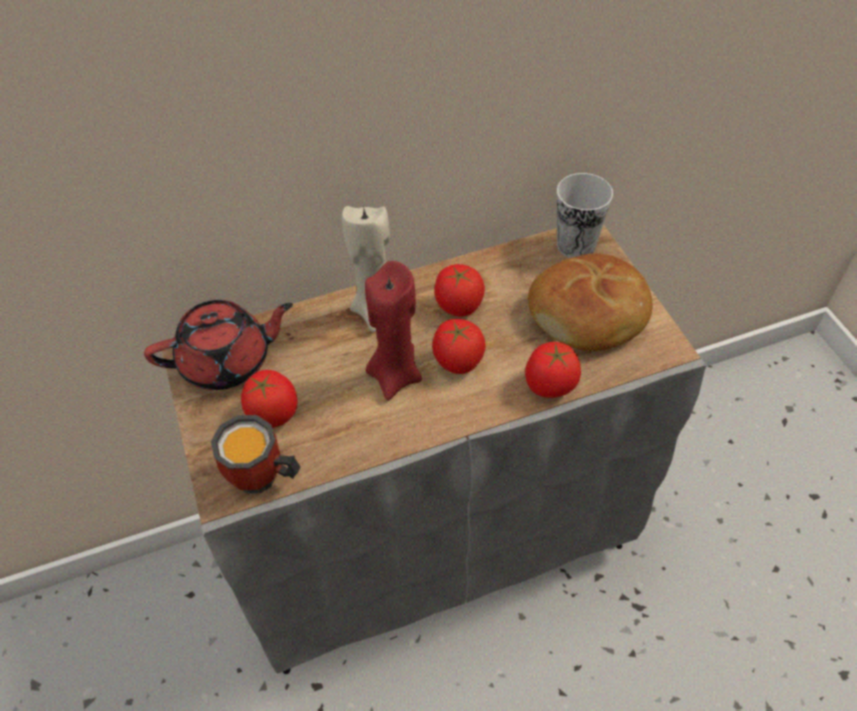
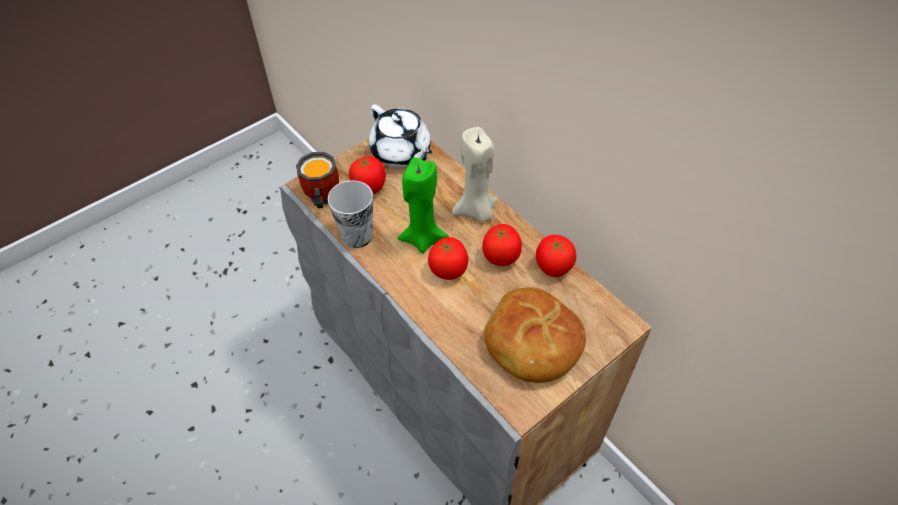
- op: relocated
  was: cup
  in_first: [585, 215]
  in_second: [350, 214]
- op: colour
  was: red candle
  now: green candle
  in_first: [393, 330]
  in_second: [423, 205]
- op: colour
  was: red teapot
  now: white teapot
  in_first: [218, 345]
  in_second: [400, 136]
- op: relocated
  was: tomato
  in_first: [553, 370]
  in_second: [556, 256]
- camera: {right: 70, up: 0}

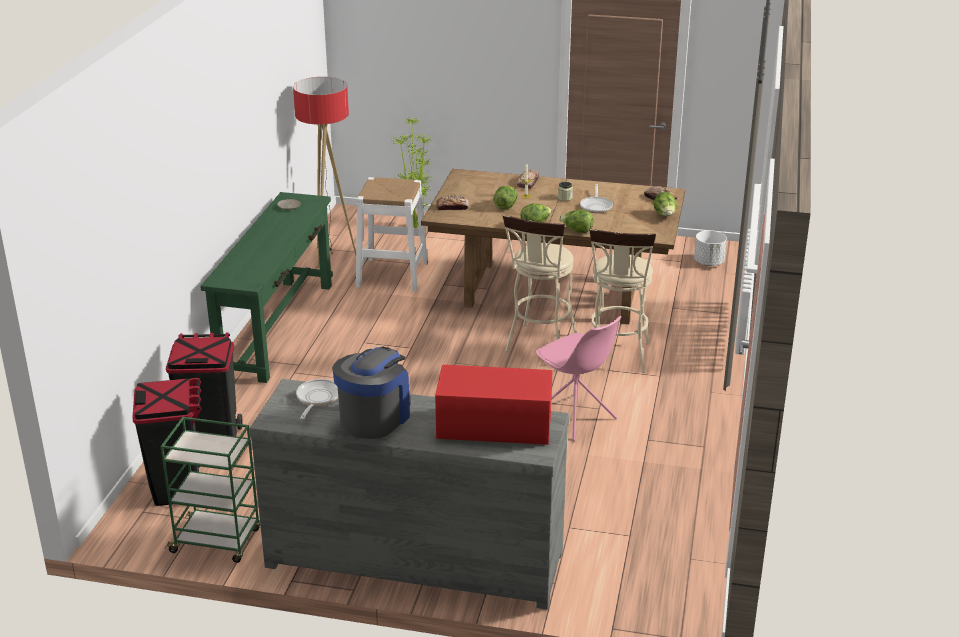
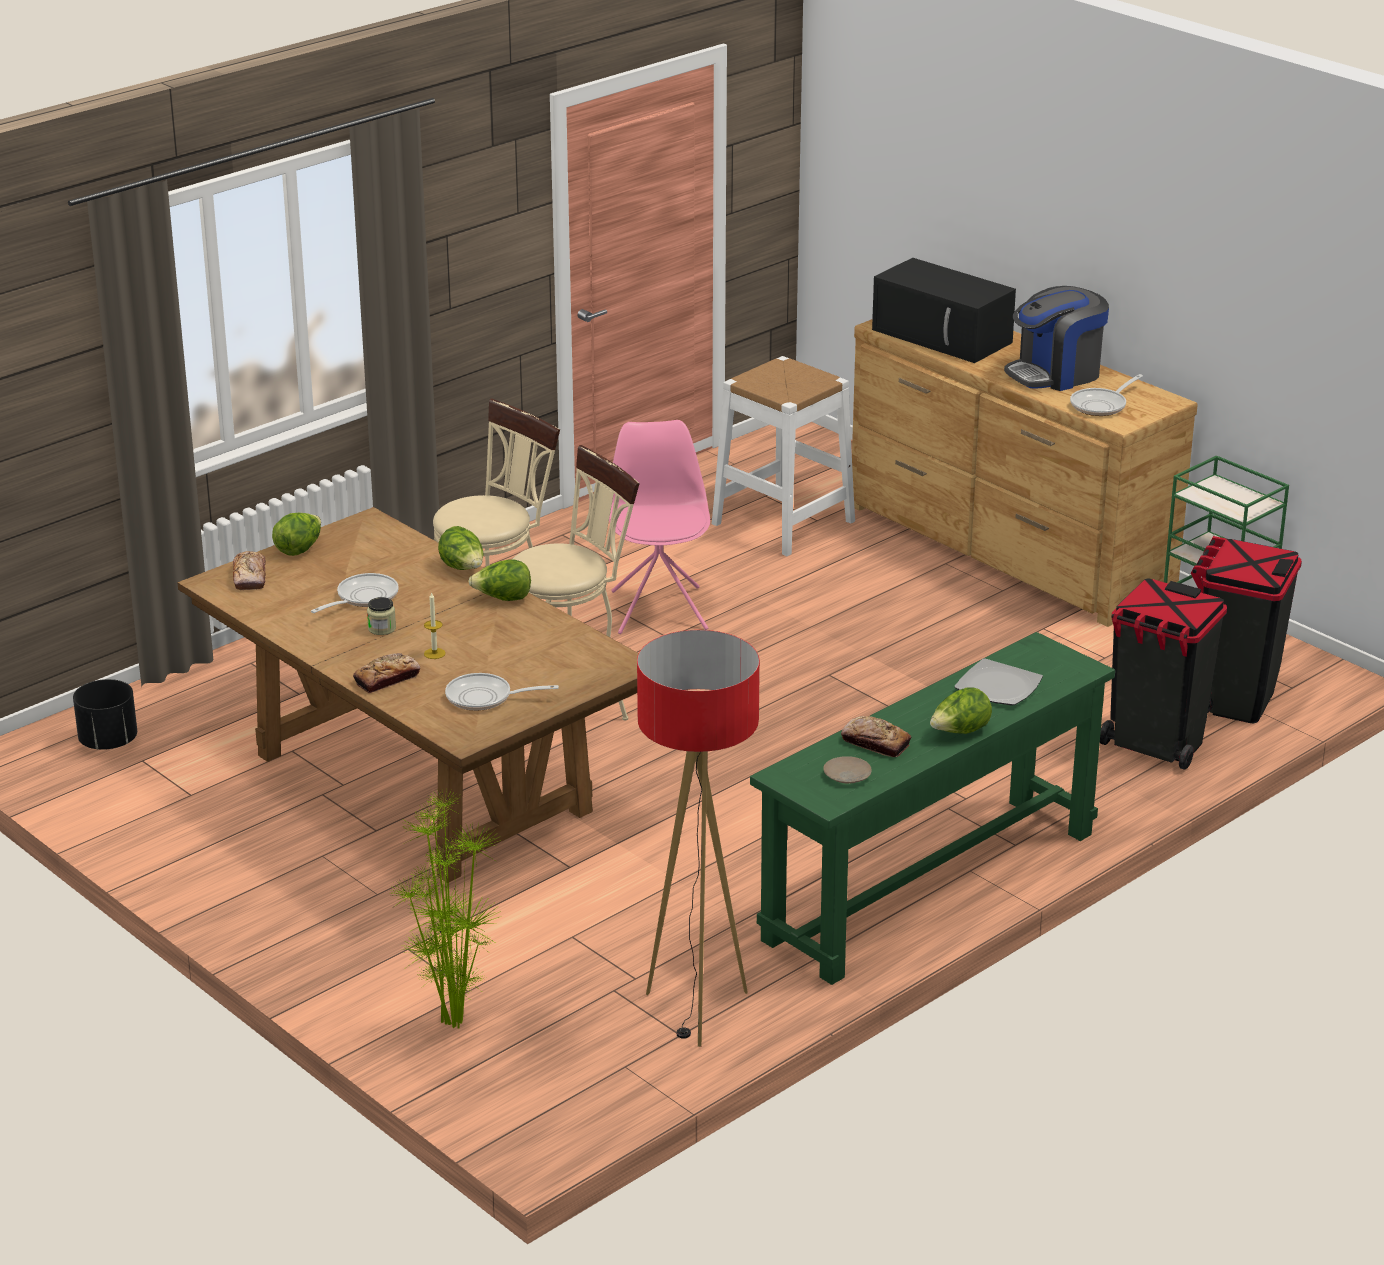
- op: relocated
  was: white stool
  in_first: [392, 234]
  in_second: [783, 456]
- op: relocated
  was: lettuce
  in_first: [505, 198]
  in_second: [961, 710]
- op: relocated
  was: bread
  in_first: [452, 202]
  in_second: [876, 736]
- op: colour
  was: white planter
  now: black planter
  in_first: [710, 248]
  in_second: [105, 714]
- op: colour
  was: red microwave
  now: black microwave
  in_first: [494, 405]
  in_second: [944, 310]
- op: colour
  was: grey dresser
  now: brown dresser
  in_first: [409, 494]
  in_second: [1025, 473]
- op: appeared
  now: plate
  in_second: [998, 682]
- op: appeared
  now: frying pan
  in_second: [502, 692]
- camera: {right: -145, up: 0}

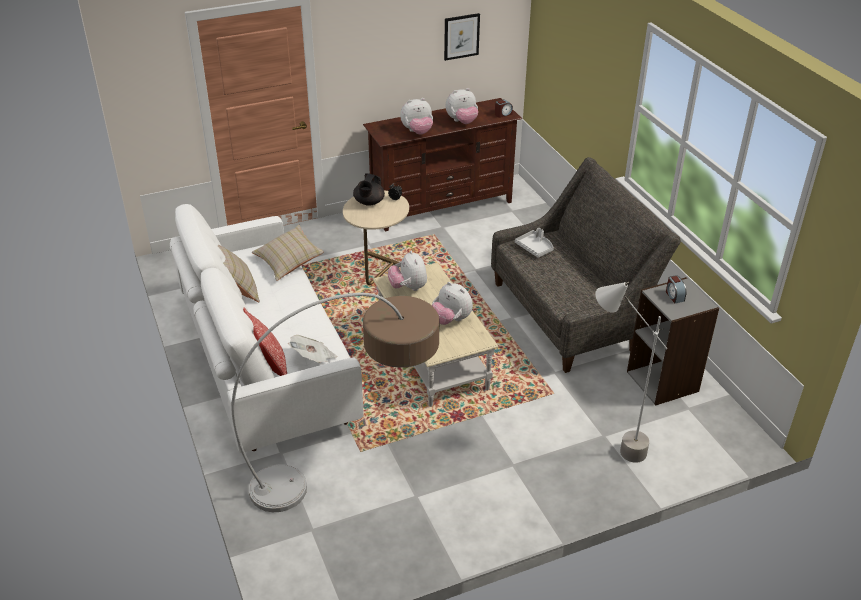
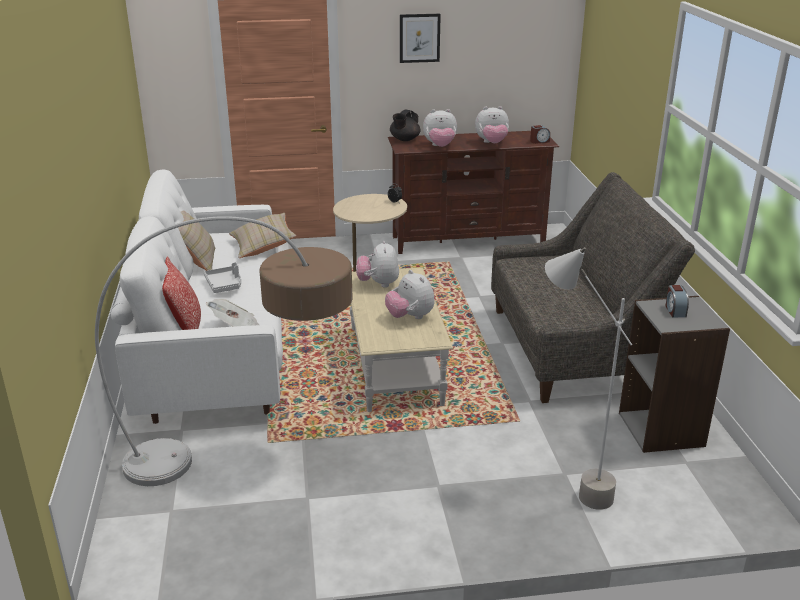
- op: relocated
  was: picture
  in_first: [462, 37]
  in_second: [420, 38]
- op: relocated
  was: black teapot
  in_first: [369, 189]
  in_second: [405, 125]
- op: relocated
  was: grey tray
  in_first: [534, 243]
  in_second: [222, 277]
- camera: {right: 15, up: -10}

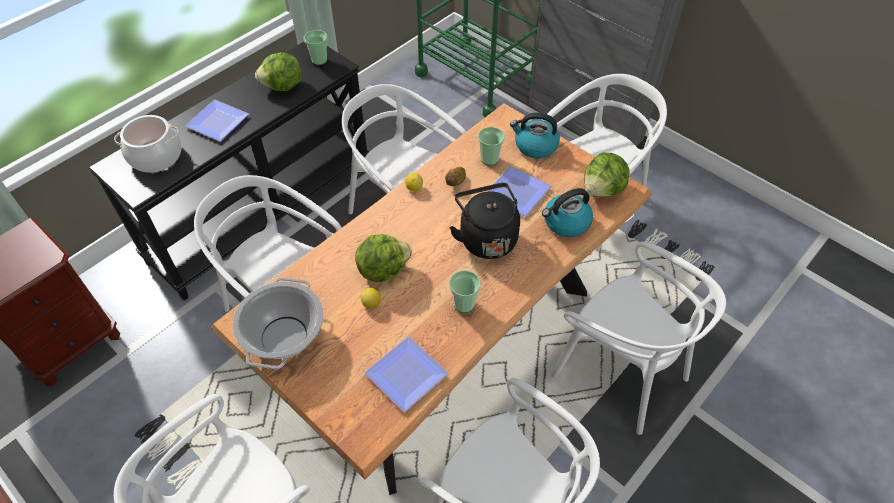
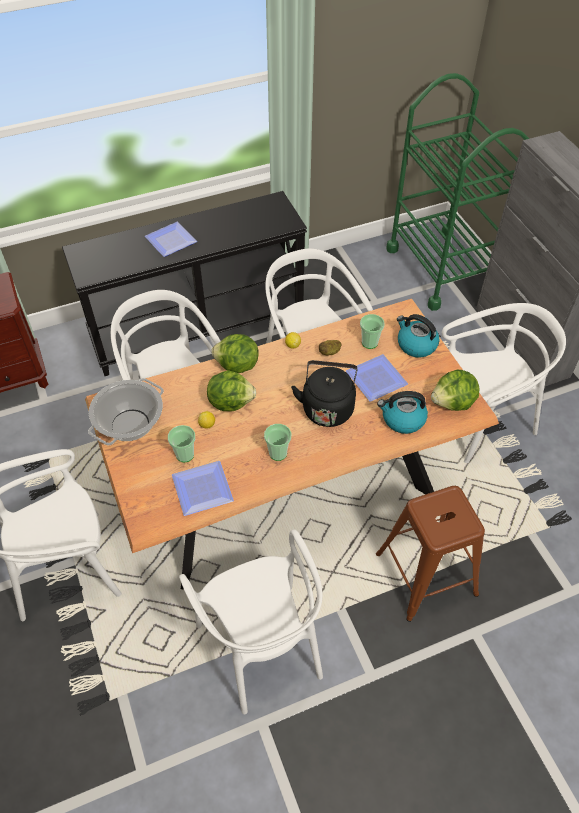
- op: relocated
  was: cup
  in_first: [315, 47]
  in_second: [181, 443]
- op: relocated
  was: lettuce
  in_first: [278, 71]
  in_second: [234, 353]
- op: missing
  was: cooking pot
  in_first: [148, 144]
- op: exchanged
  was: white chair
  now: brown stool
  in_first: [638, 338]
  in_second: [430, 554]
- camera: {right: 25, up: 0}

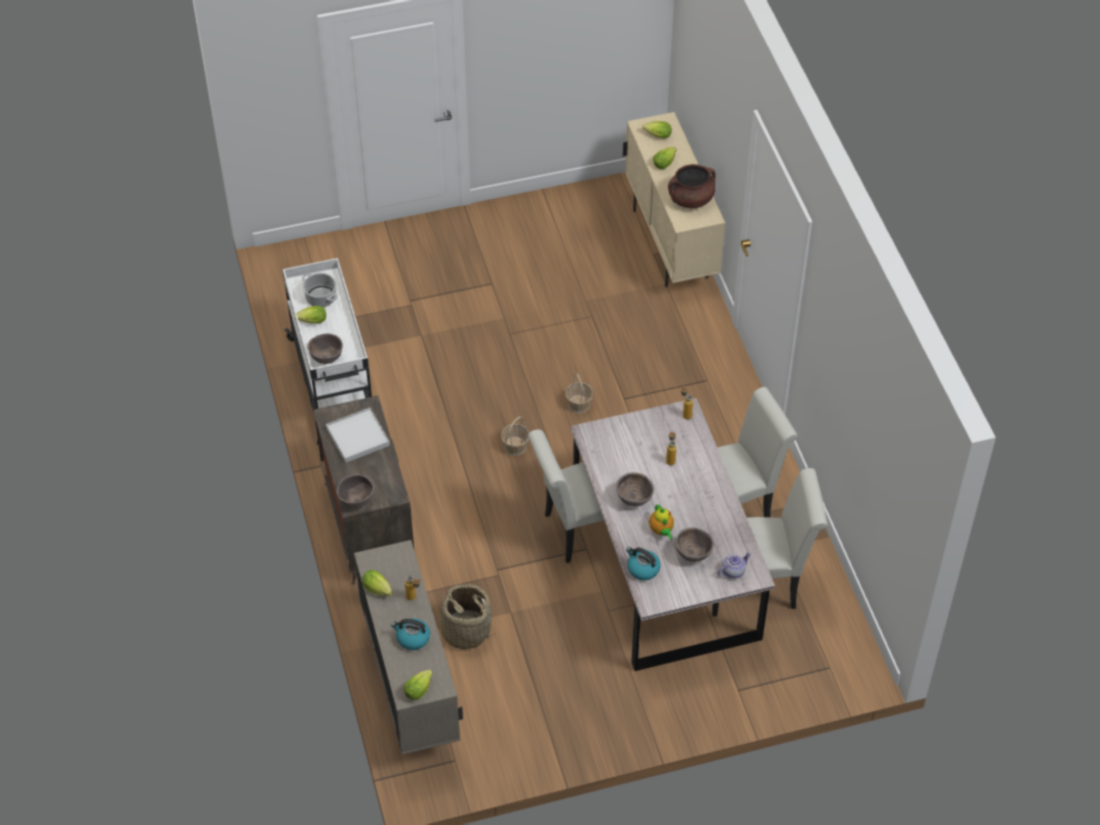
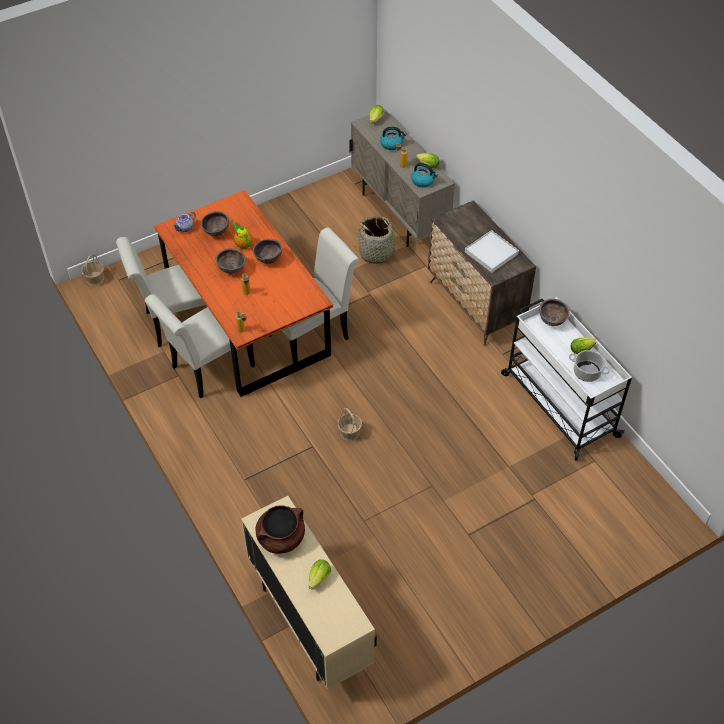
- op: missing
  was: lettuce
  in_first: [657, 130]
- op: colour
  was: grey dining table
  now: orange dining table
  in_first: [673, 534]
  in_second: [243, 293]
- op: relocated
  was: basket
  in_first: [515, 436]
  in_second: [92, 270]
- op: relocated
  was: brown bowl
  in_first: [355, 491]
  in_second: [231, 261]
- op: relocated
  was: kettle
  in_first: [643, 563]
  in_second: [424, 175]
- camera: {right: 165, up: 0}

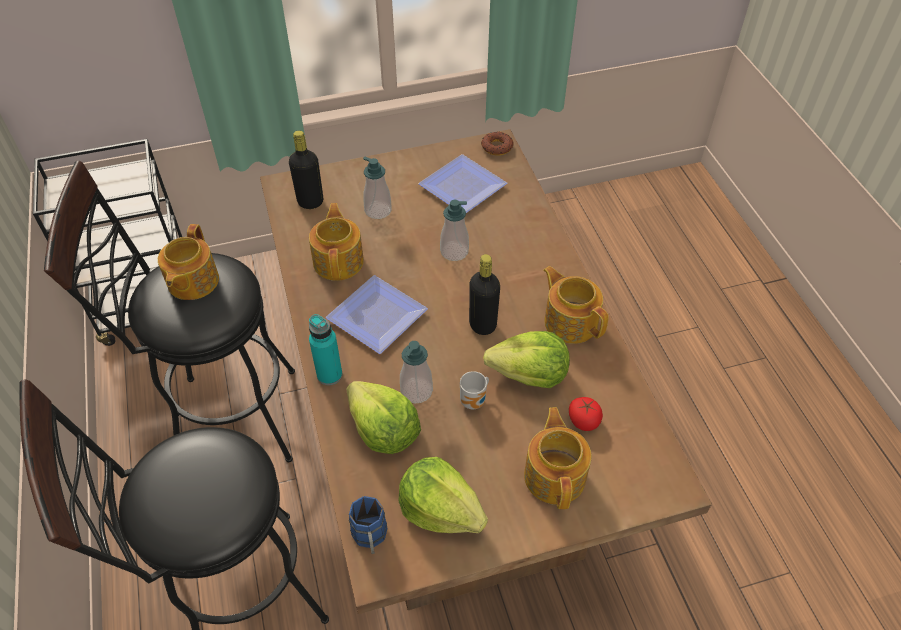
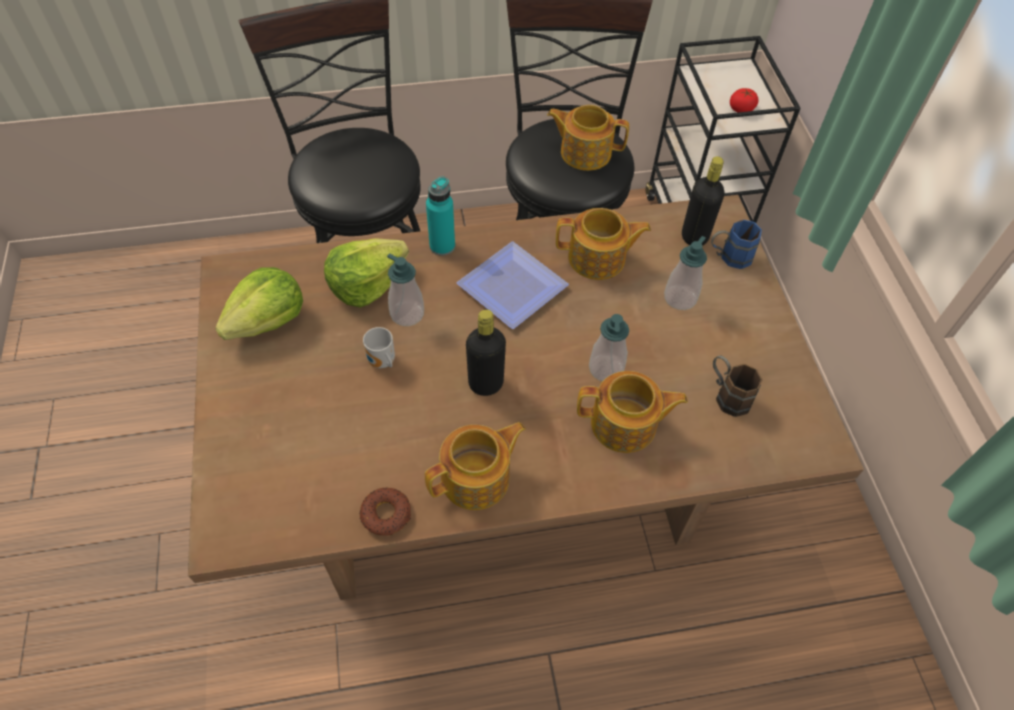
- op: relocated
  was: donut
  in_first: [497, 143]
  in_second: [385, 511]
- op: exchanged
  was: plate
  now: brown mug
  in_first: [462, 183]
  in_second: [737, 386]
- op: missing
  was: lettuce
  in_first: [526, 359]
- op: relocated
  was: tomato
  in_first: [586, 414]
  in_second: [744, 100]
- op: relocated
  was: teapot
  in_first: [557, 458]
  in_second: [632, 412]
- op: relocated
  was: blue mug
  in_first: [368, 525]
  in_second: [736, 244]
- camera: {right: 95, up: 5}

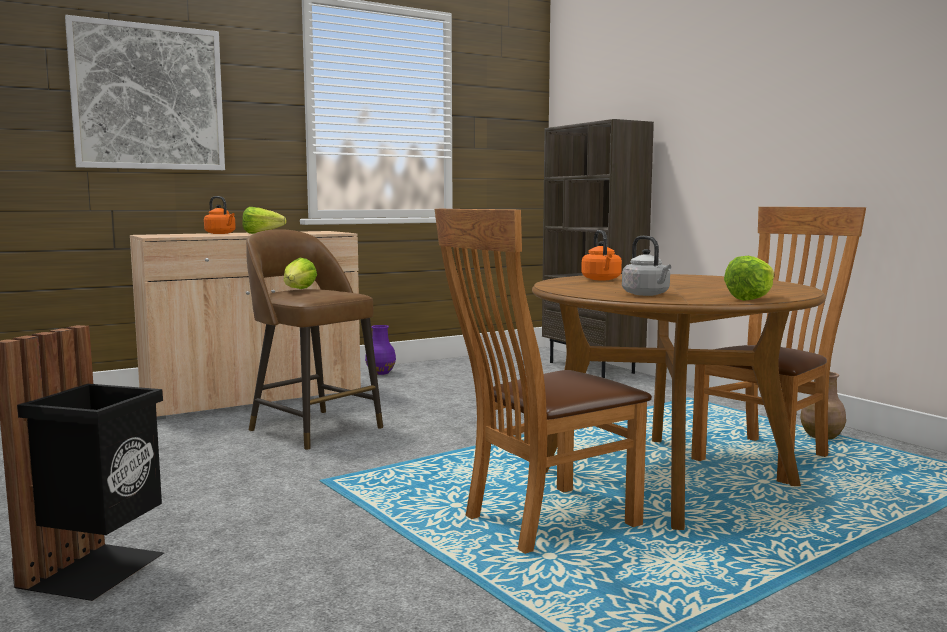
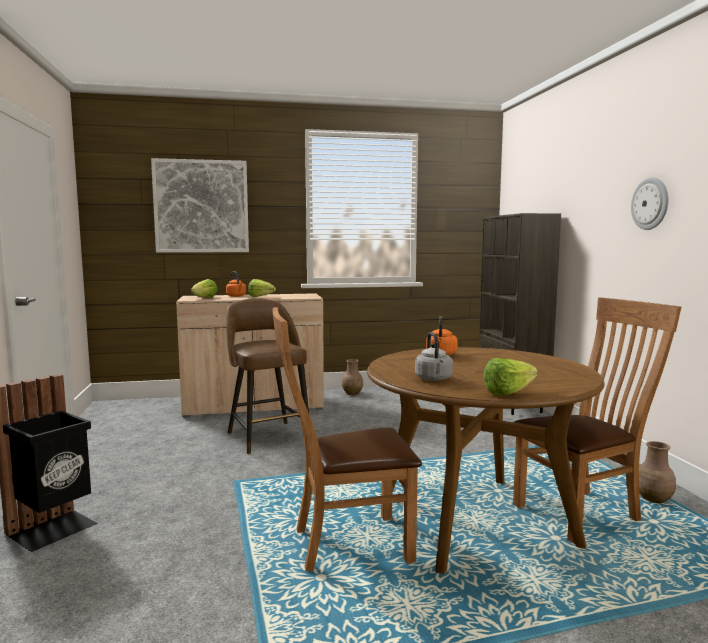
- op: relocated
  was: lettuce
  in_first: [300, 273]
  in_second: [204, 288]
- op: colour
  was: purple vase
  now: brown vase
  in_first: [380, 350]
  in_second: [352, 377]
- op: appeared
  now: wall clock
  in_second: [649, 203]
- camera: {right: 20, up: 0}

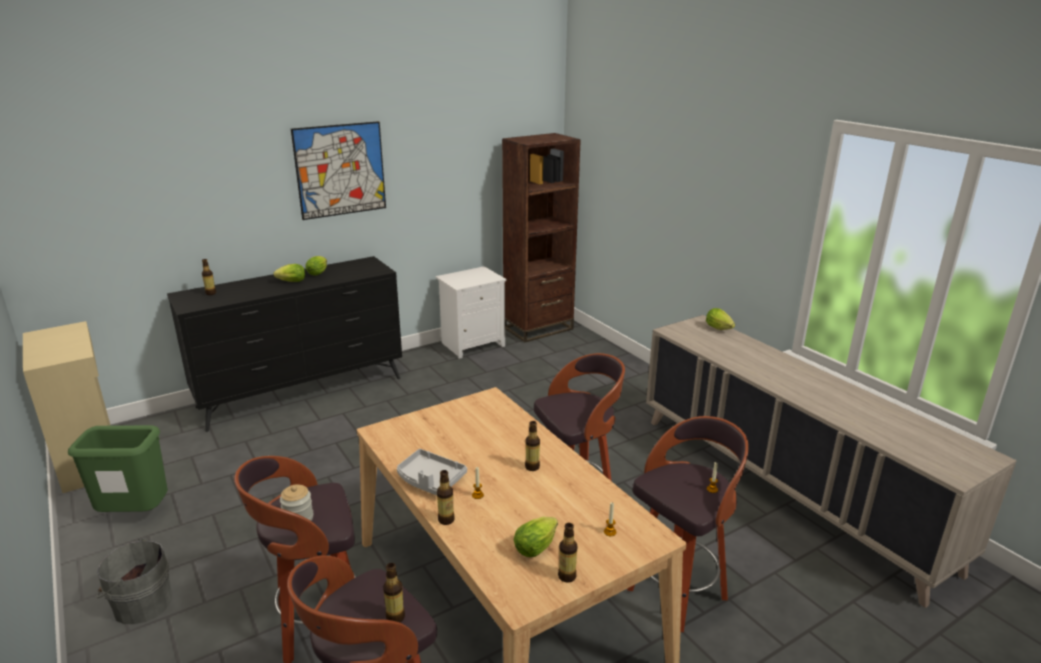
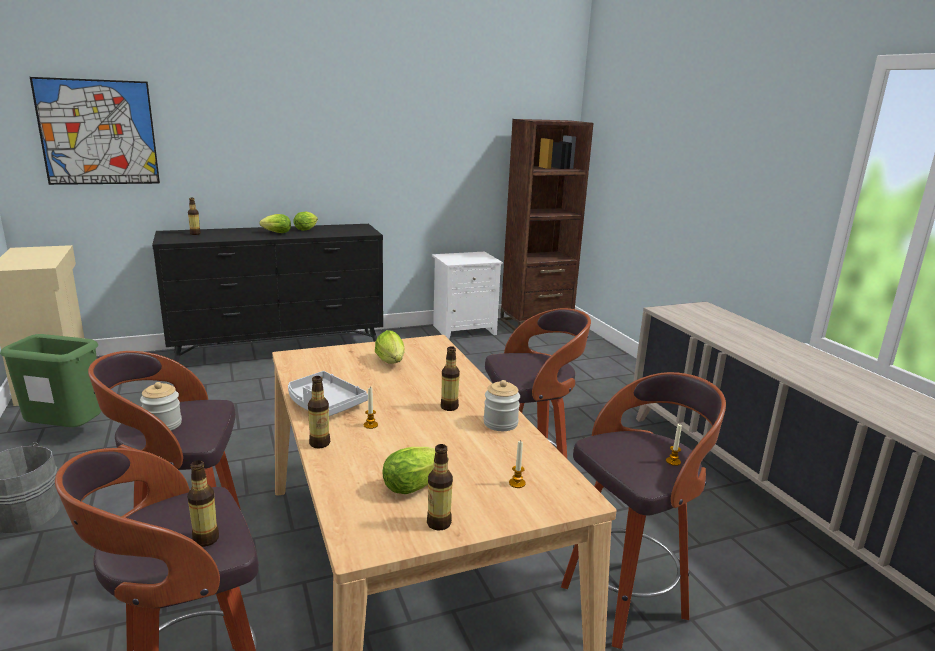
- op: relocated
  was: picture
  in_first: [338, 170]
  in_second: [95, 131]
- op: relocated
  was: lettuce
  in_first: [720, 319]
  in_second: [390, 347]
- op: appeared
  now: jar
  in_second: [502, 405]
- camera: {right: 10, up: -5}

